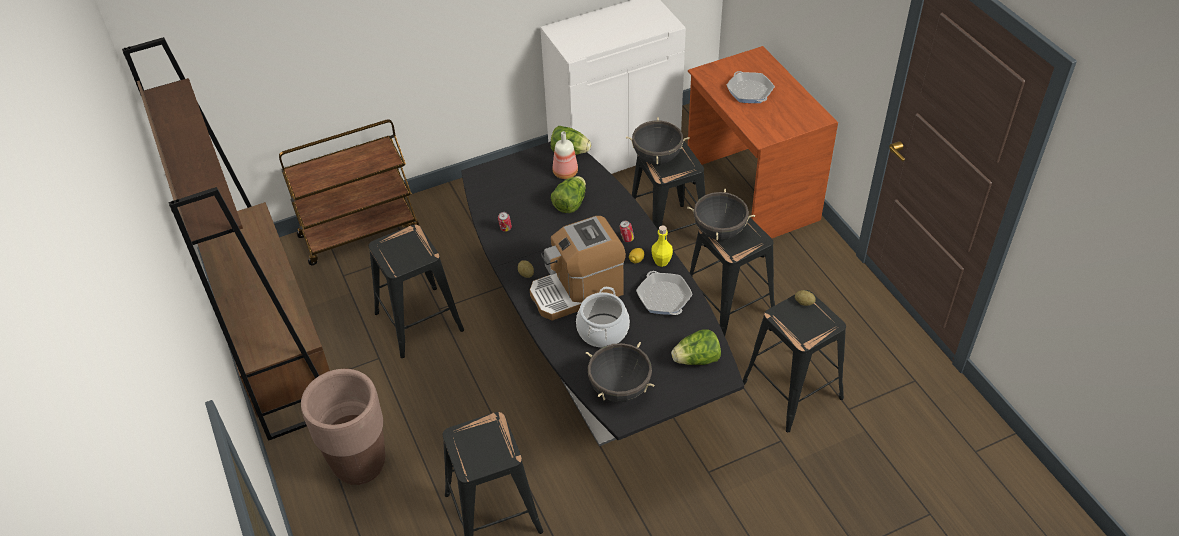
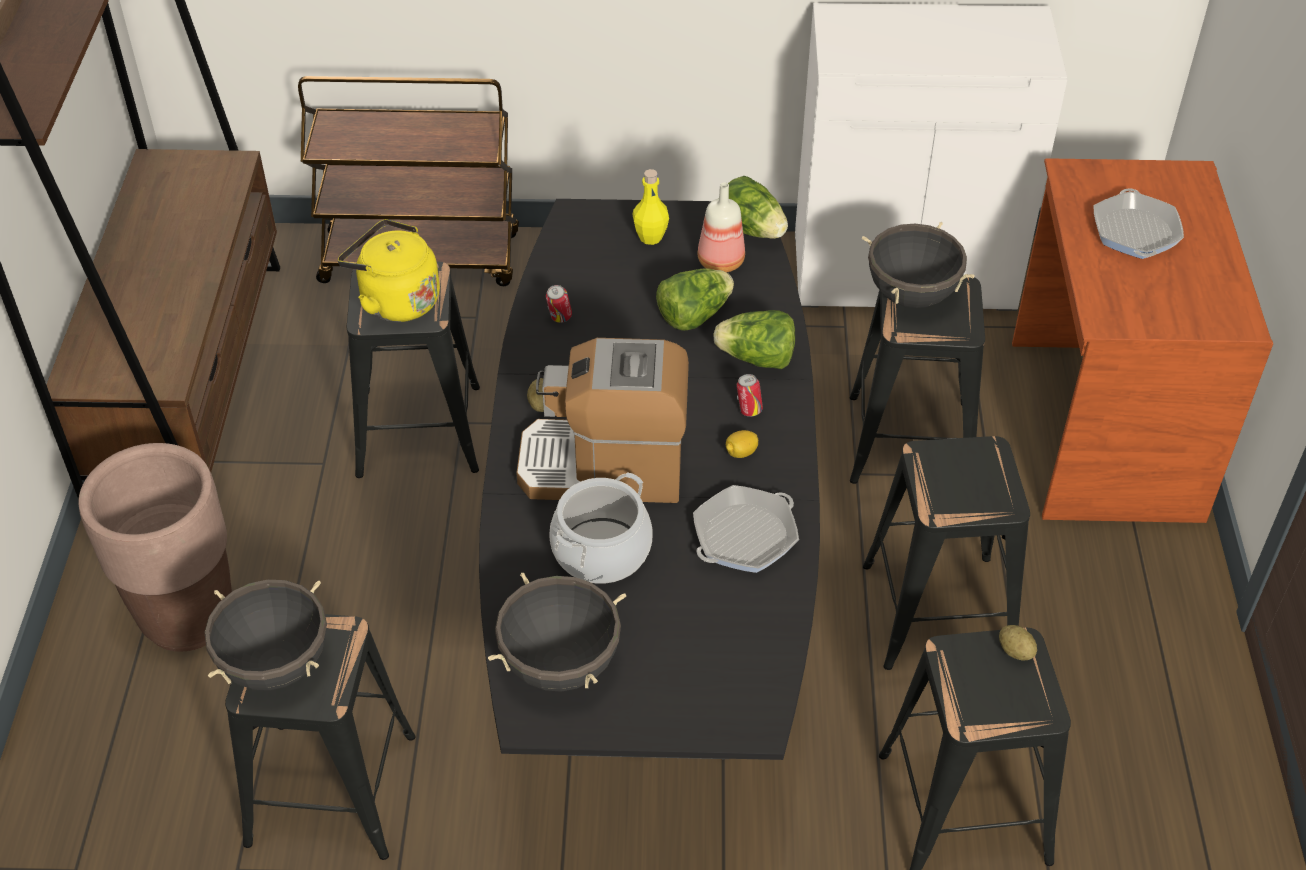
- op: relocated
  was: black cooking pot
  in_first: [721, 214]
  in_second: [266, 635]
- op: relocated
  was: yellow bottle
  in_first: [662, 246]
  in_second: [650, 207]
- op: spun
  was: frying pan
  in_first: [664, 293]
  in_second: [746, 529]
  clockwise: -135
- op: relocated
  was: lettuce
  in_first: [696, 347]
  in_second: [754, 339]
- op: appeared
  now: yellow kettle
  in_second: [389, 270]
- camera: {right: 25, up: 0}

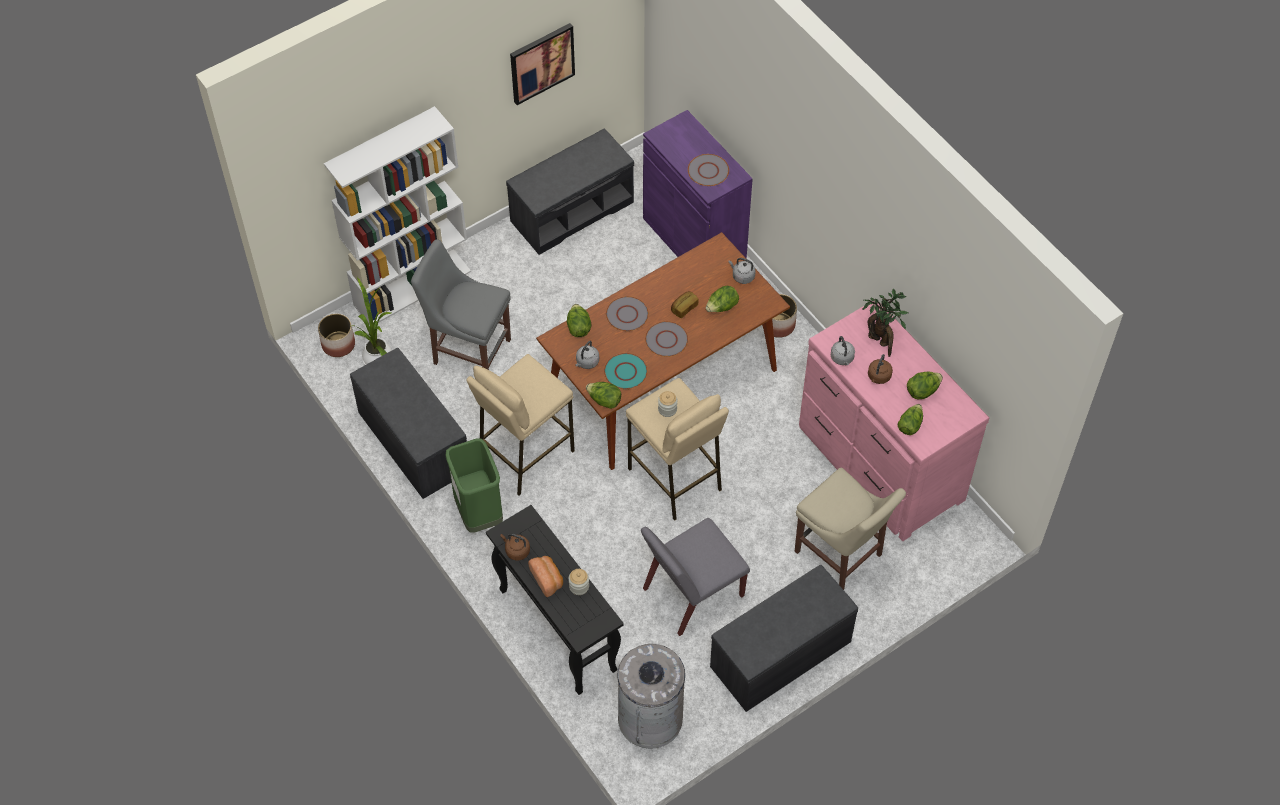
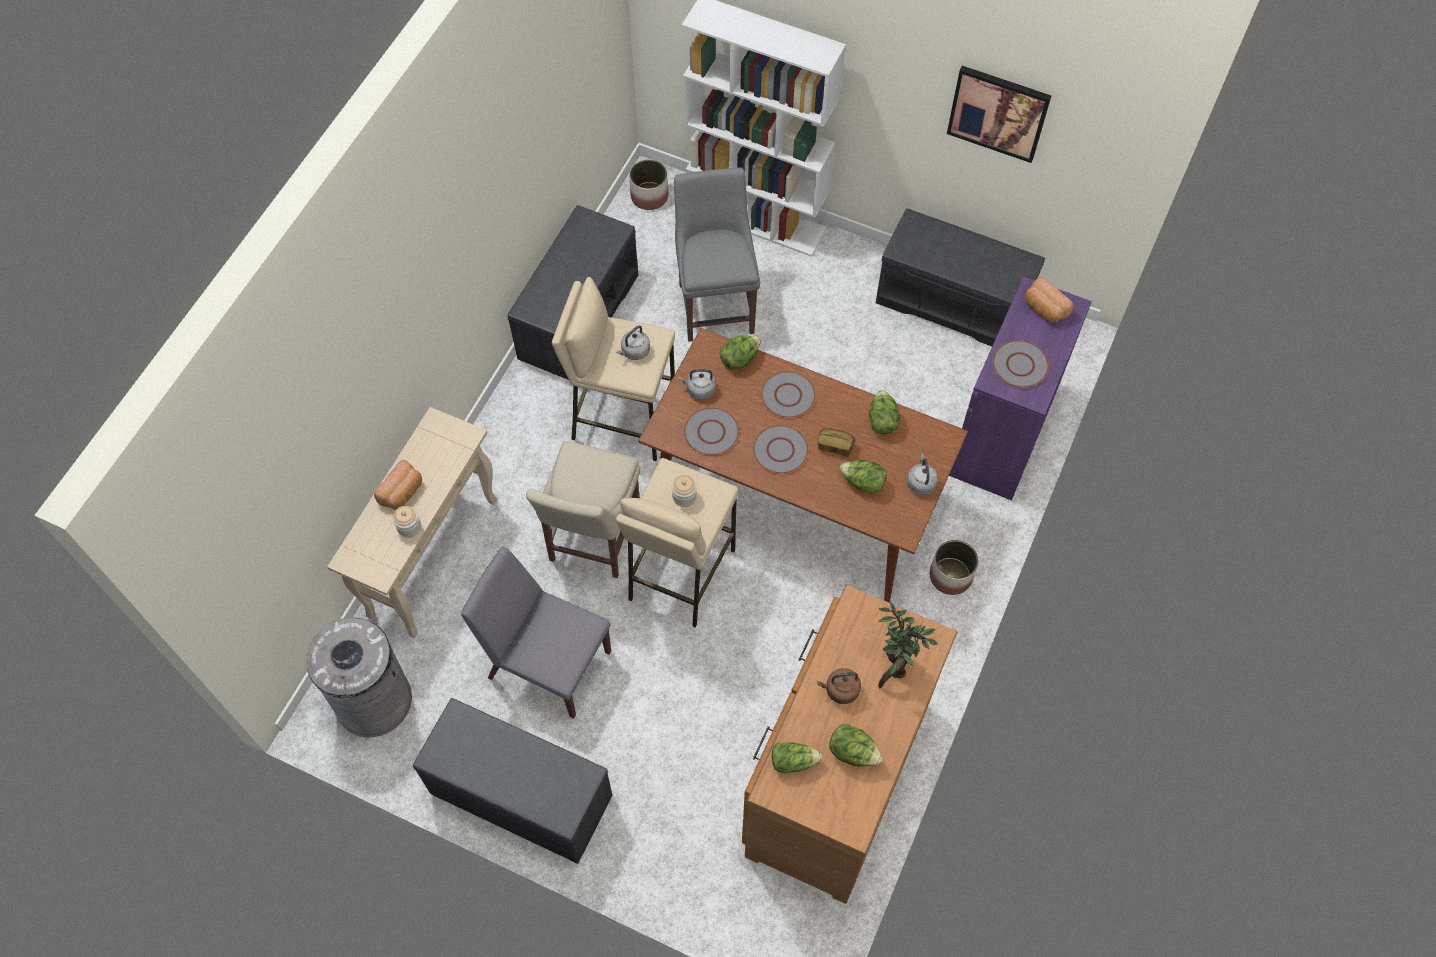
- op: missing
  was: potted plant
  in_first: [371, 321]
- op: colour
  was: pink dresser
  now: brown dresser
  in_first: [894, 420]
  in_second: [849, 744]
- op: relocated
  was: grey kettle
  in_first: [843, 350]
  in_second: [633, 342]
- op: colour
  was: turquoise plate
  now: grey plate
  in_first: [626, 371]
  in_second: [711, 431]
- op: relocated
  was: lettuce
  in_first: [603, 395]
  in_second: [884, 412]
- op: missing
  was: green trash can
  in_first: [474, 486]
- op: relocated
  was: beige chair
  in_first: [850, 529]
  in_second: [583, 509]
- op: colour
  was: black console table
  now: beige console table
  in_first: [555, 600]
  in_second: [412, 522]
- op: missing
  was: brown kettle
  in_first: [515, 546]
- op: appeared
  now: bread
  in_second: [1049, 300]
- camera: {right: 60, up: 5}

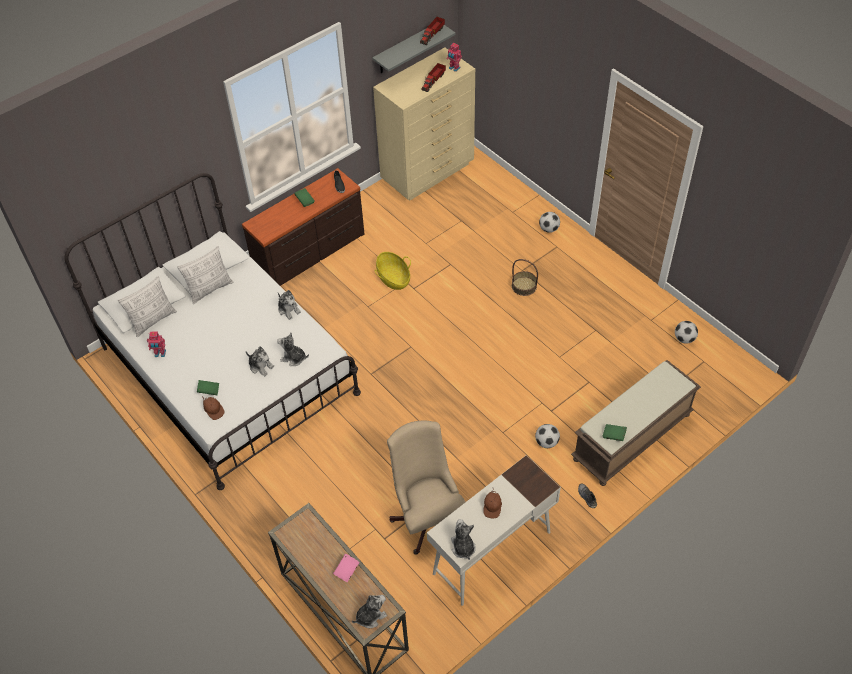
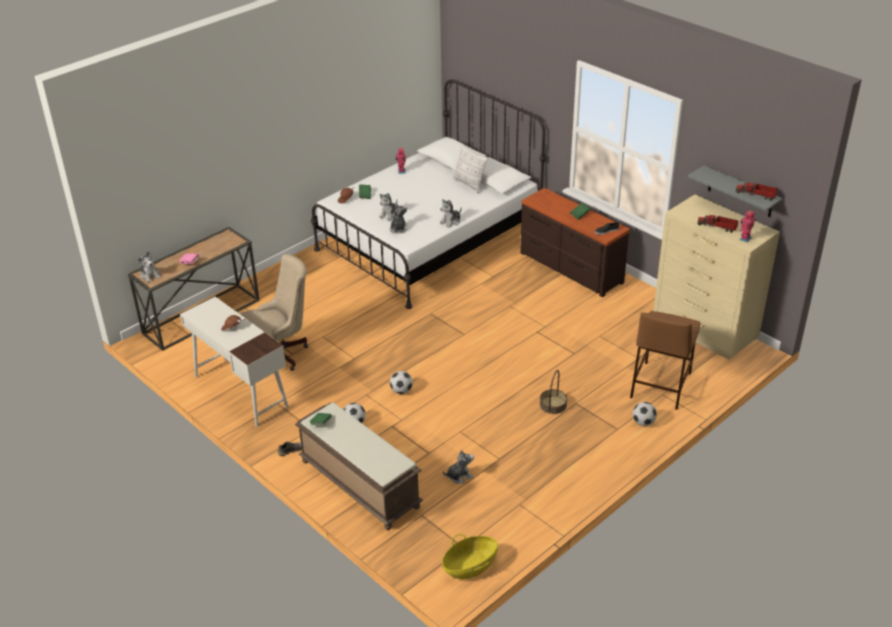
- op: relocated
  was: basket
  in_first: [393, 271]
  in_second: [470, 556]
- op: missing
  was: pillow
  in_first: [147, 306]
- op: relocated
  was: football
  in_first: [686, 332]
  in_second: [401, 382]
- op: relocated
  was: plush toy
  in_first: [463, 539]
  in_second: [458, 466]
- op: appeared
  now: brown stool
  in_second: [665, 360]
- camera: {right: 85, up: -15}

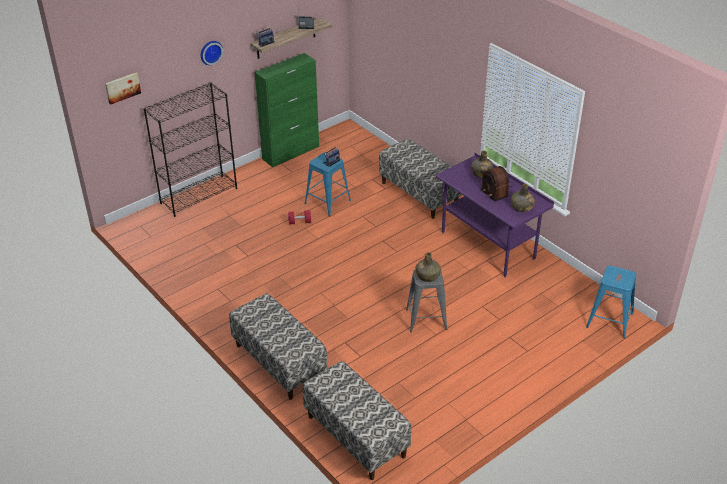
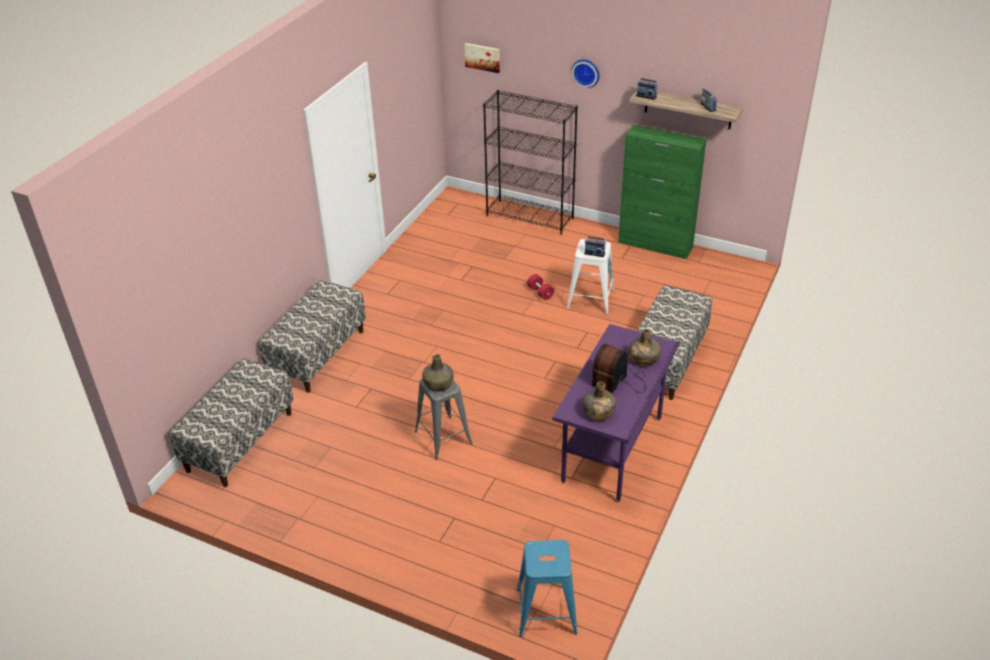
- op: colour
  was: blue stool
  now: white stool
  in_first: [328, 184]
  in_second: [590, 277]
- camera: {right: 65, up: 0}

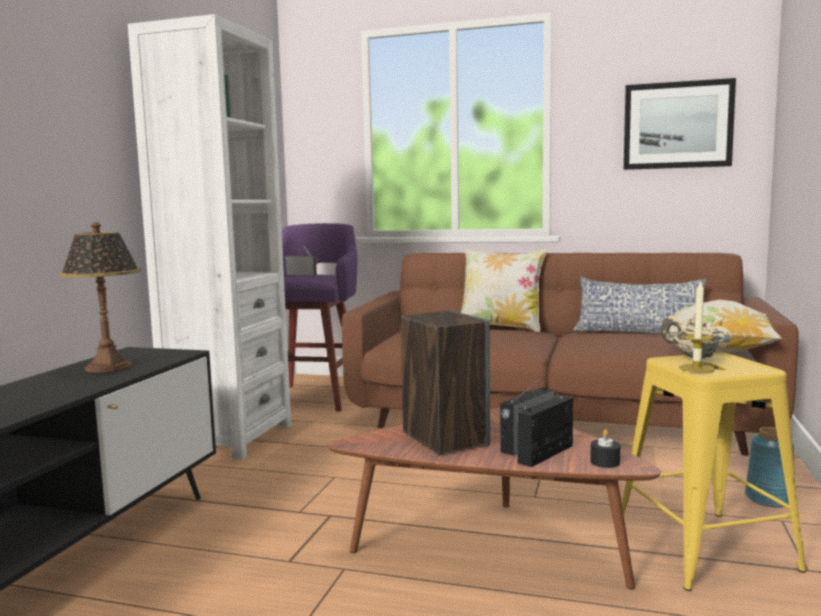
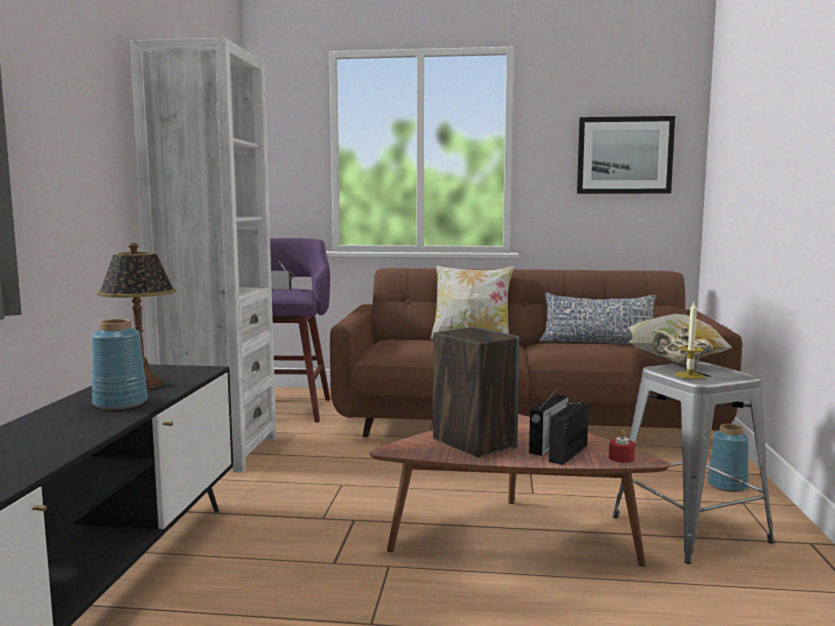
- op: colour
  was: yellow stool
  now: grey stool
  in_first: [714, 472]
  in_second: [693, 462]
- op: colour
  was: black candle
  now: red candle
  in_first: [605, 448]
  in_second: [622, 446]
- op: appeared
  now: blue vase
  in_second: [120, 364]
- camera: {right: -10, up: 0}

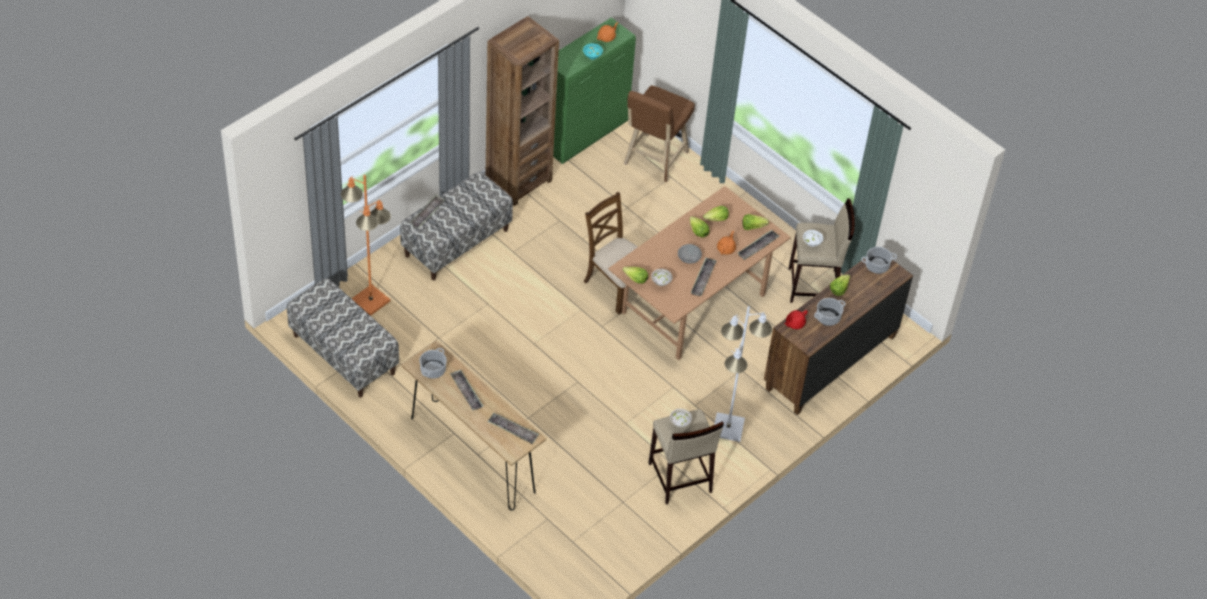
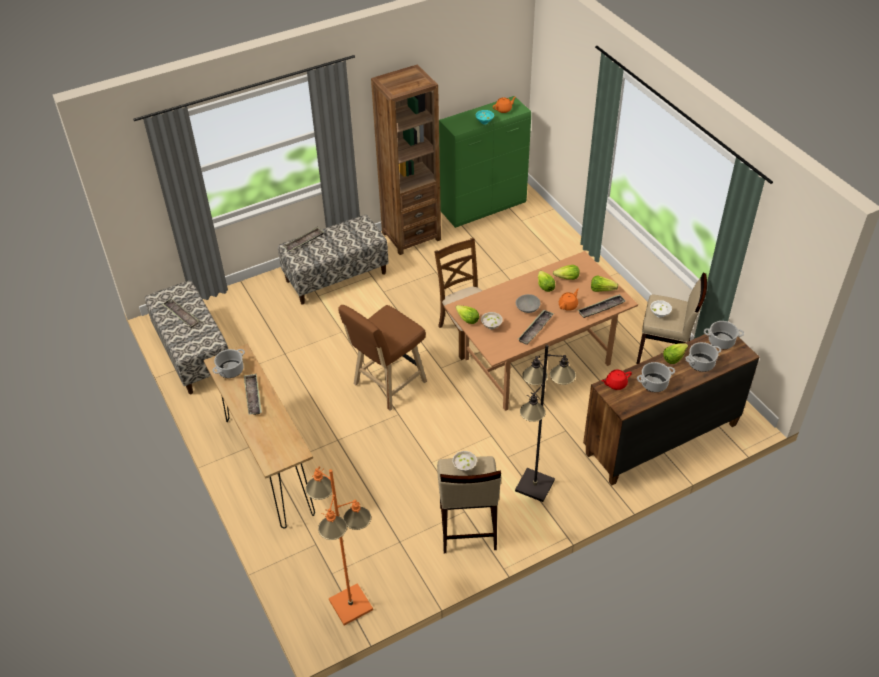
- op: relocated
  was: brown stool
  in_first: [659, 133]
  in_second: [382, 357]
- op: relocated
  was: orange floor lamp
  in_first: [366, 245]
  in_second: [339, 546]
- op: colour
  was: white floor lamp
  now: black floor lamp
  in_first: [743, 374]
  in_second: [545, 423]
- op: relocated
  was: tray
  in_first: [513, 428]
  in_second: [181, 313]
- op: appeared
  now: cooking pot
  in_second: [703, 357]
- camera: {right: 20, up: -5}

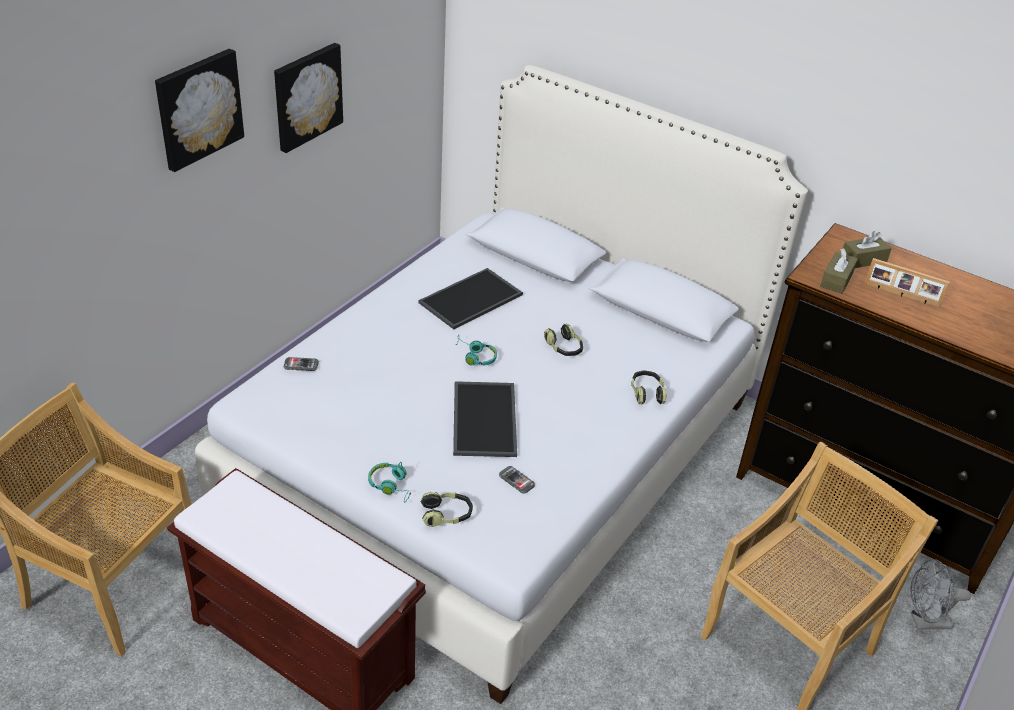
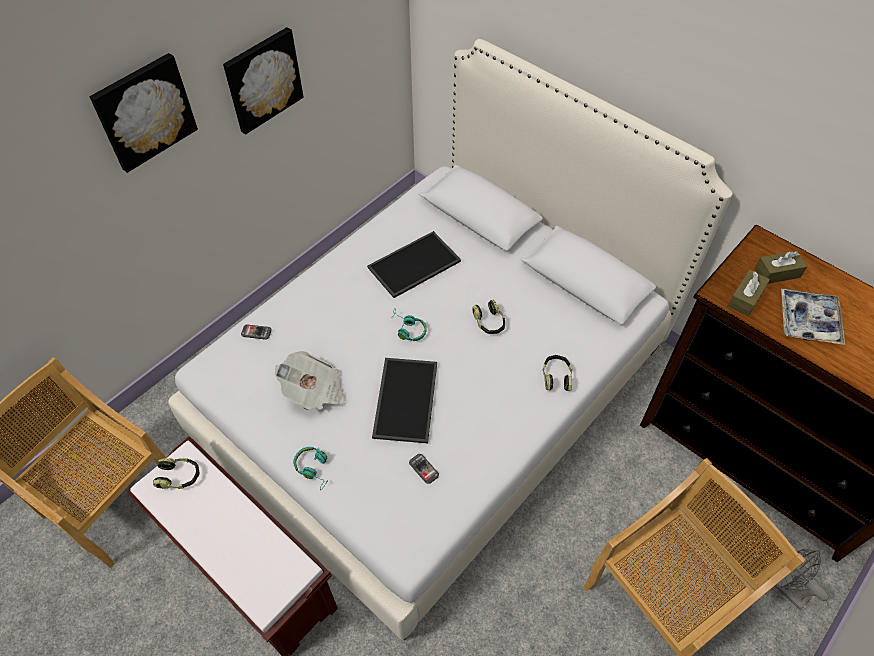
- op: exchanged
  was: picture frame
  now: tray
  in_first: [907, 283]
  in_second: [813, 316]
- op: relocated
  was: headphones
  in_first: [447, 509]
  in_second: [176, 473]
- op: spun
  was: grey fan
  in_first: [941, 594]
  in_second: [801, 579]
  clockwise: 45
- op: appeared
  now: newspaper
  in_second: [310, 380]
- camera: {right: 10, up: 15}

